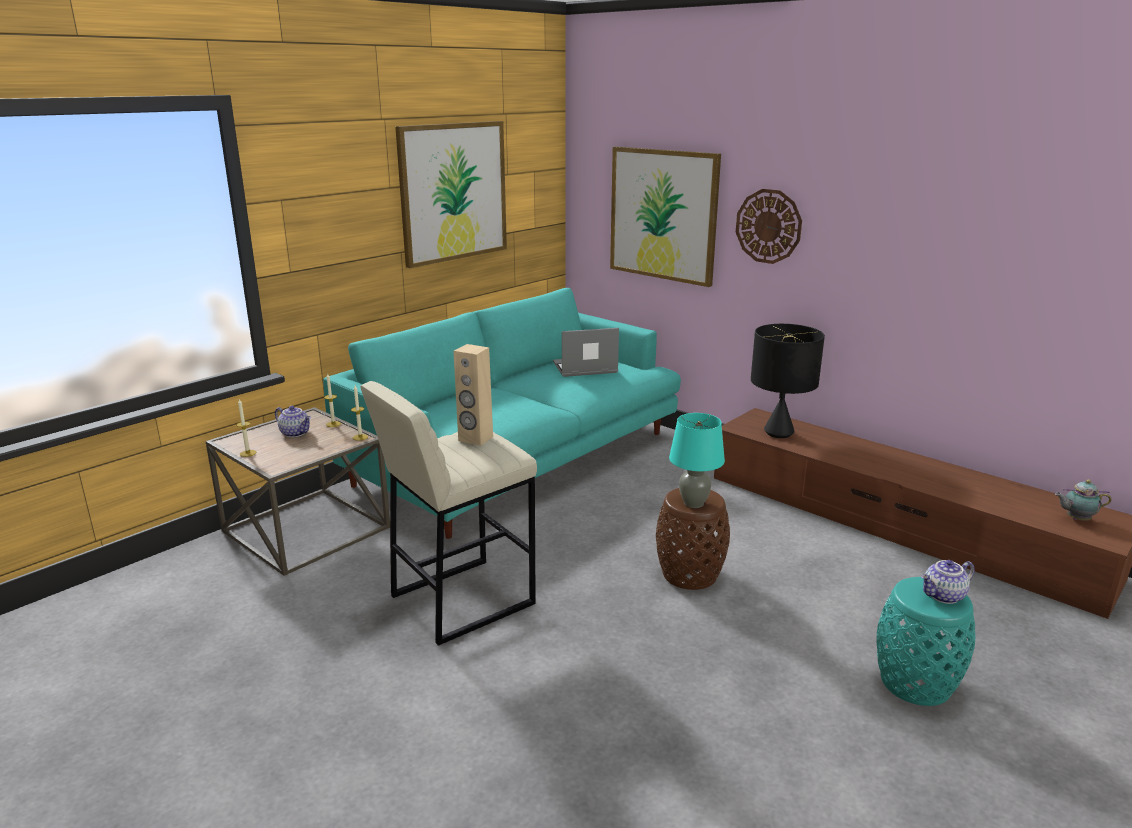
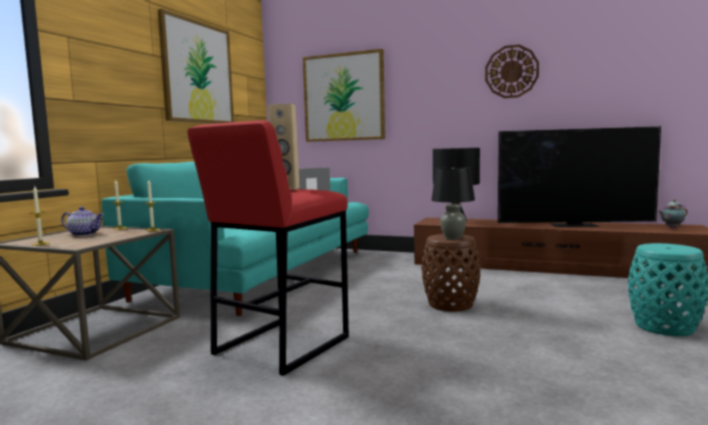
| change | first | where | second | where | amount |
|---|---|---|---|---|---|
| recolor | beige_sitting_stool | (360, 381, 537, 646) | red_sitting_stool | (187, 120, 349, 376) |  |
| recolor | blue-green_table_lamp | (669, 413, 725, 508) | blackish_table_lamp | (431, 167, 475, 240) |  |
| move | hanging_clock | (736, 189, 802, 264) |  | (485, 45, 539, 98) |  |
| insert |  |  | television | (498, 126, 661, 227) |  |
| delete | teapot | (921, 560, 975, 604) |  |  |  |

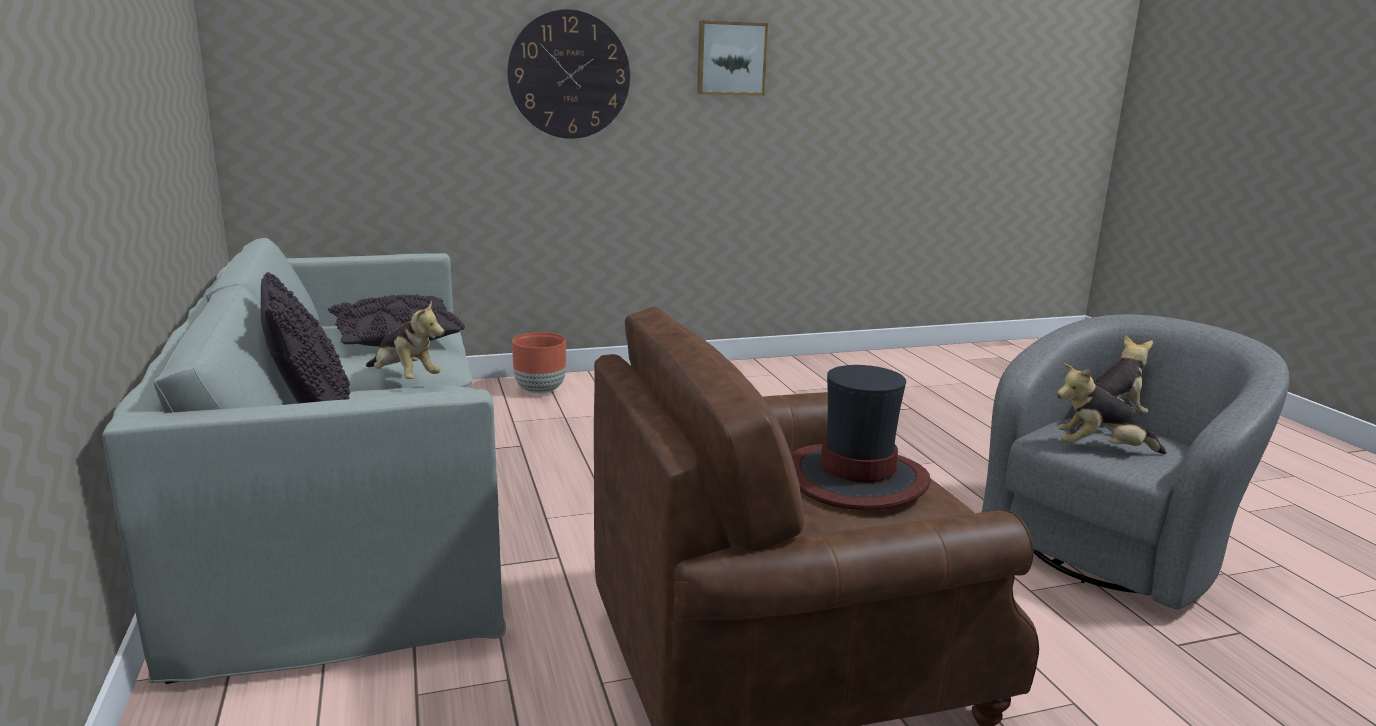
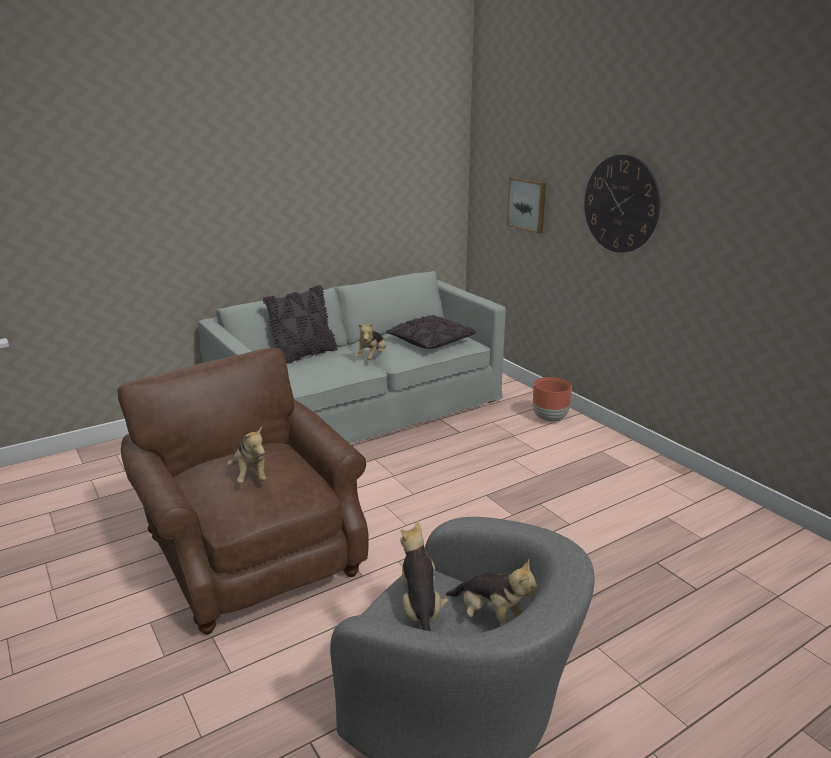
| change | first | where | second | where | amount |
|---|---|---|---|---|---|
| replace | hat | (791, 365, 931, 510) | cuddly_toy | (228, 426, 267, 483) |  |
| move | picture | (697, 20, 768, 96) |  | (507, 177, 546, 234) |  |

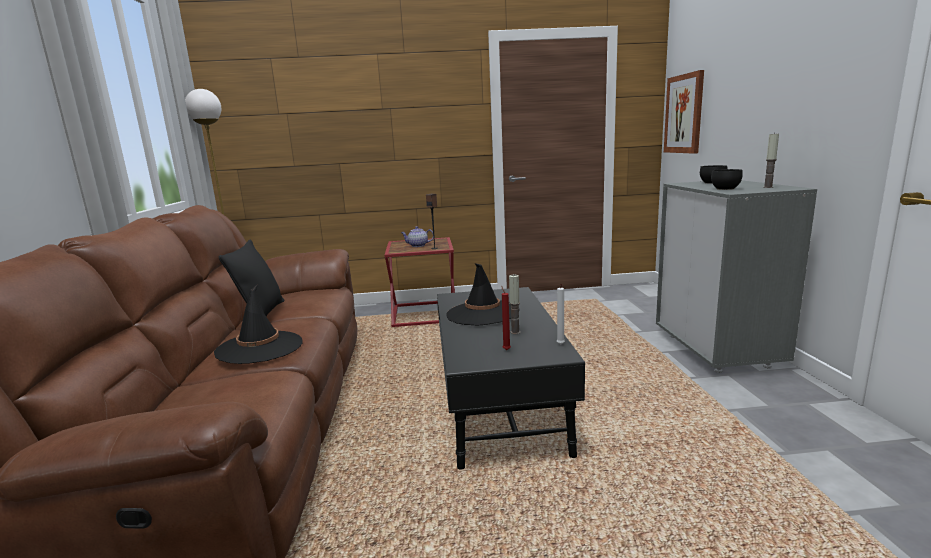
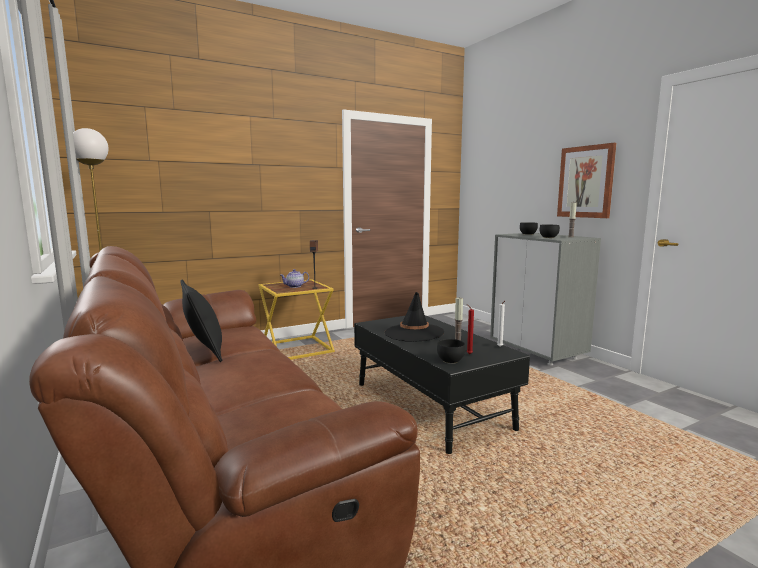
| change | first | where | second | where | amount |
|---|---|---|---|---|---|
| recolor | red_accent_table | (384, 237, 455, 327) | yellowish_accent_table | (259, 279, 335, 360) |  |
| insert |  |  | blackish_deep_dish | (437, 339, 465, 364) |  |
| move | picture | (664, 70, 704, 154) |  | (557, 143, 616, 218) |  |
| delete | blackish_hat | (214, 284, 303, 364) |  |  |  |

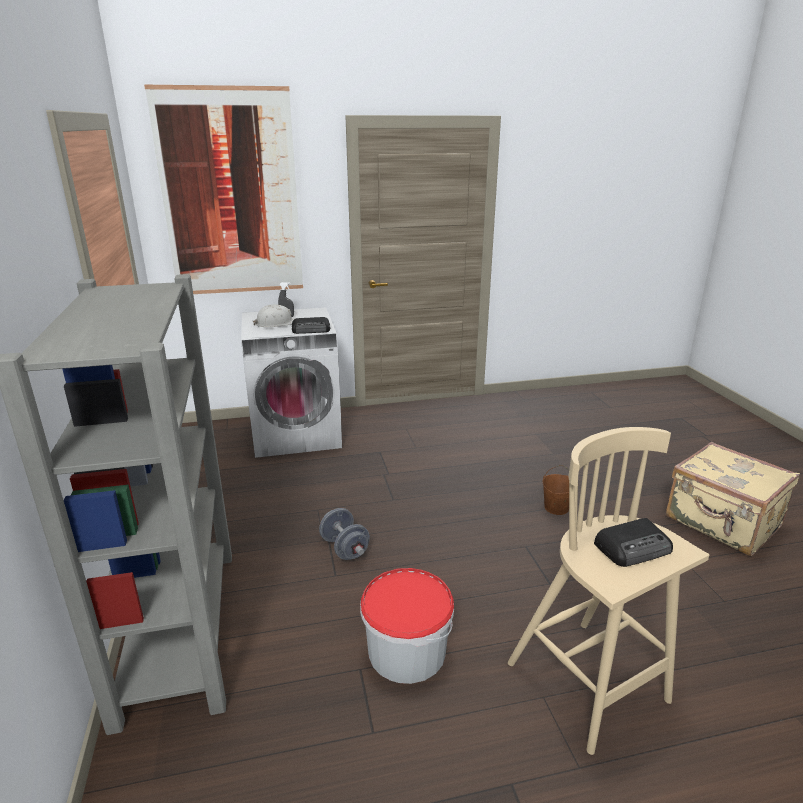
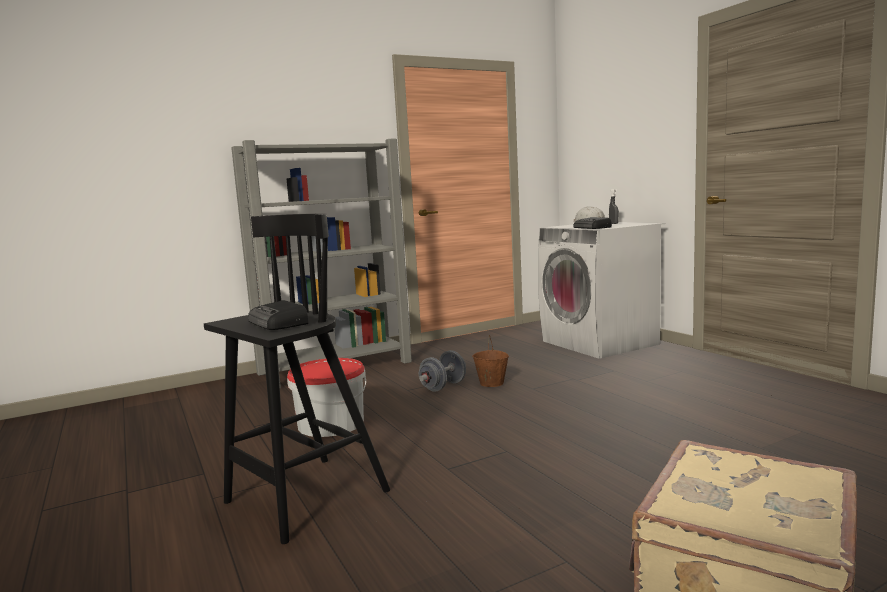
| change | first | where | second | where | amount |
|---|---|---|---|---|---|
| recolor | beige_sitting_stool | (508, 427, 709, 755) | blackish_sitting_stool | (204, 213, 390, 544) |  |
| move | brown-coloured_pail | (542, 465, 569, 515) |  | (472, 335, 509, 387) |  |
| delete | picture | (144, 85, 303, 294) |  |  |  |

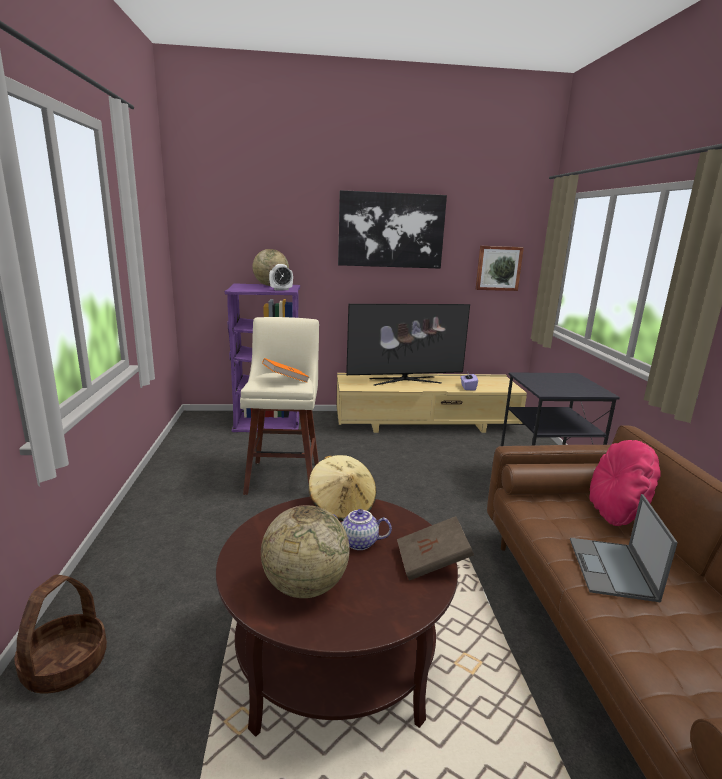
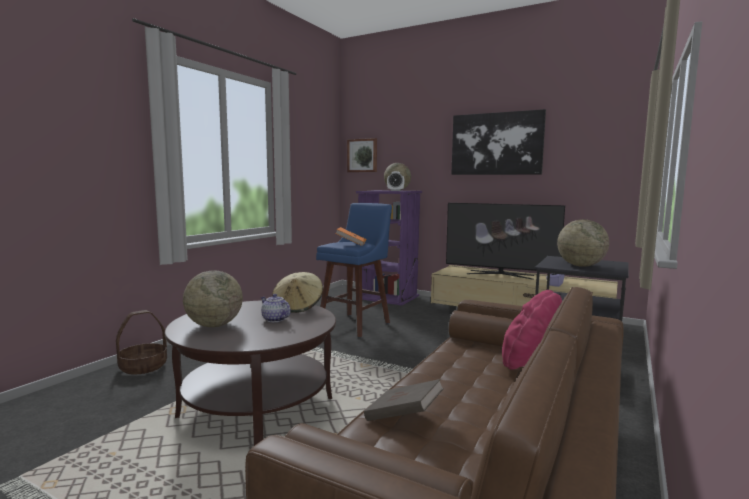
| change | first | where | second | where | amount |
|---|---|---|---|---|---|
| recolor | beige_sitting_stool | (240, 317, 319, 495) | blue_sitting_stool | (316, 203, 392, 338) |  |
| move | picture | (476, 246, 524, 291) |  | (347, 138, 377, 172) |  |
| move | brown-coloured_volume | (397, 516, 474, 581) |  | (364, 379, 444, 421) |  |
| insert |  |  | desk_globe | (557, 219, 609, 267) |  |
| delete | notebook_computer | (570, 494, 678, 603) |  |  |  |

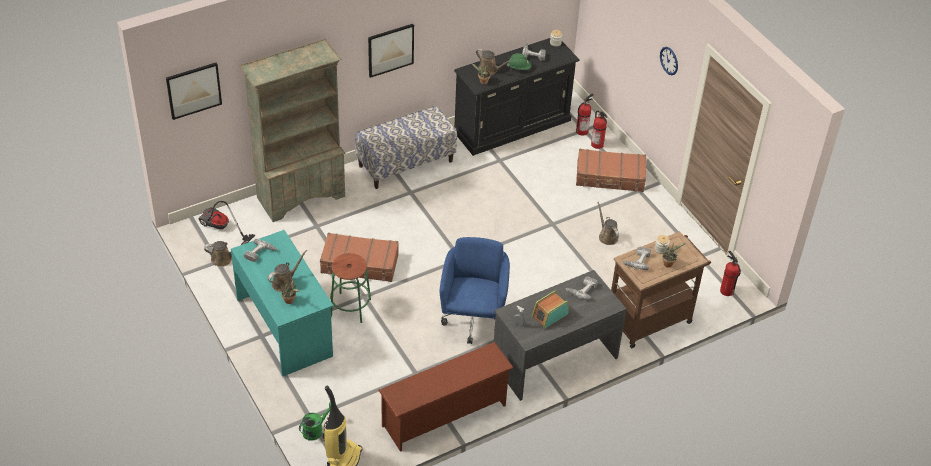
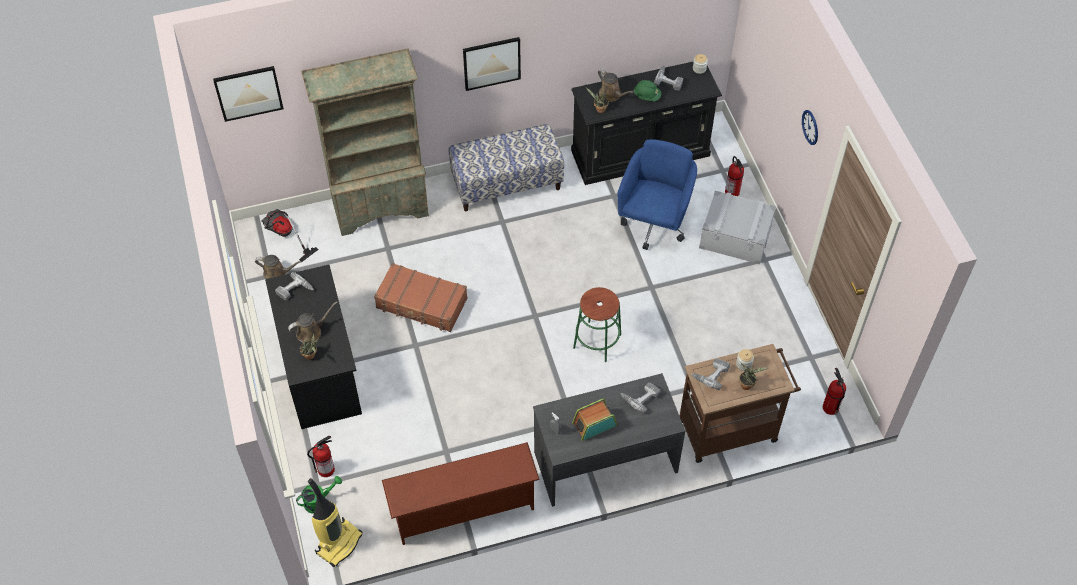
| change | first | where | second | where | amount |
|---|---|---|---|---|---|
| recolor | blue-green_desk_unit | (231, 230, 334, 377) | blackish_desk_unit | (265, 264, 362, 429) |  |
| move | fire_extinguisher | (576, 94, 594, 136) |  | (307, 436, 335, 477) |  |
| move | greenish_sitting_stool | (330, 253, 371, 323) |  | (573, 287, 621, 362) |  |
| move | blue_computer_chair | (439, 237, 510, 344) |  | (617, 139, 697, 250) |  |
| replace | brown-coloured_suitcase | (576, 148, 646, 192) | greyish_storage_bin | (699, 191, 776, 264) |  |
| delete | brown-coloured_watering_can | (597, 202, 619, 245) |  |  |  |

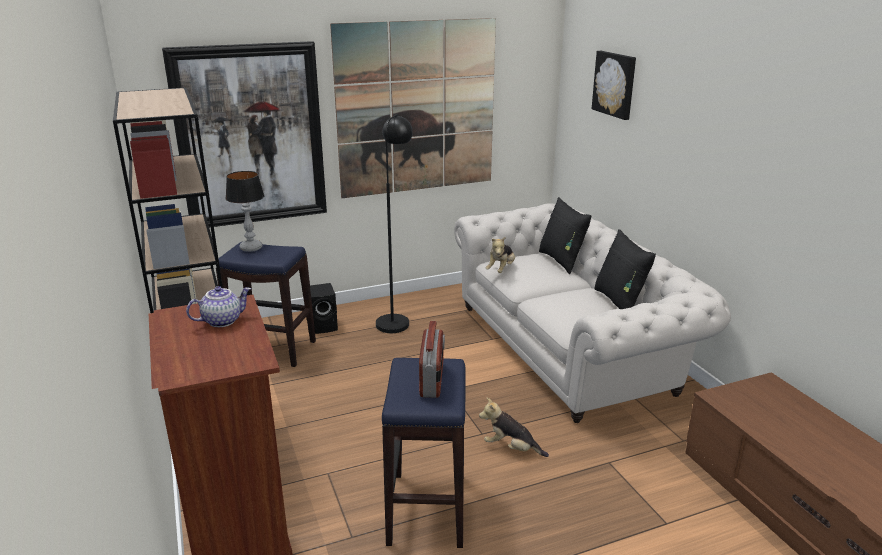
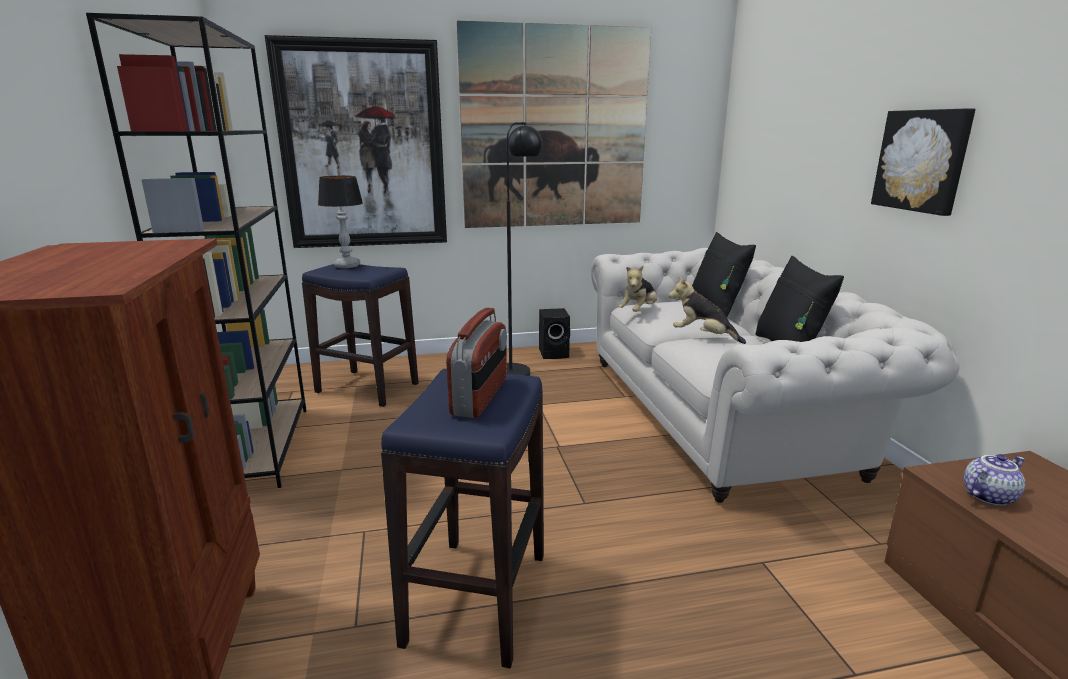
| change | first | where | second | where | amount |
|---|---|---|---|---|---|
| move | blackish_audio_speaker | (310, 283, 338, 334) |  | (539, 308, 570, 359) |  |
| move | cuddly_toy | (479, 398, 549, 457) |  | (669, 276, 746, 344) |  |
| move | picture | (592, 51, 636, 120) |  | (871, 108, 976, 216) |  |
| move | teapot | (186, 286, 251, 327) |  | (964, 454, 1025, 506) |  |

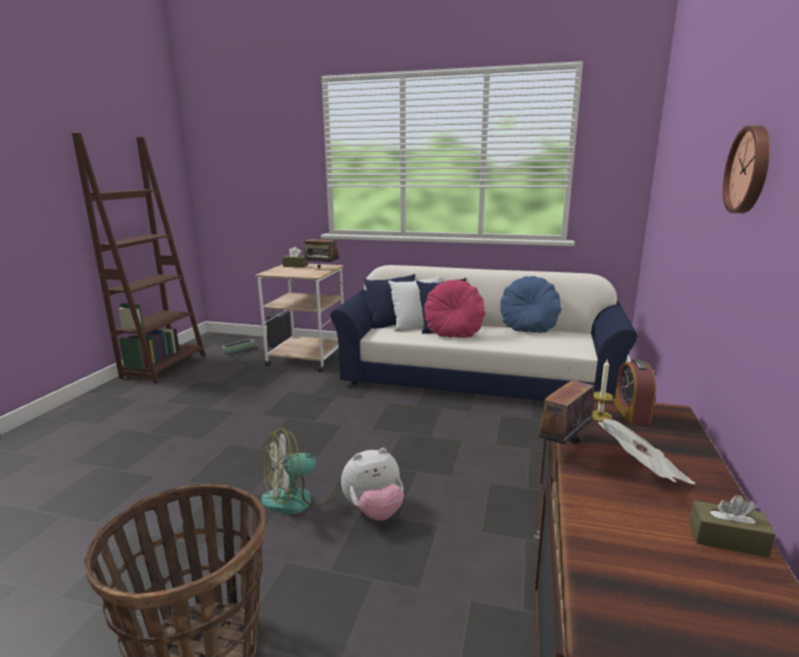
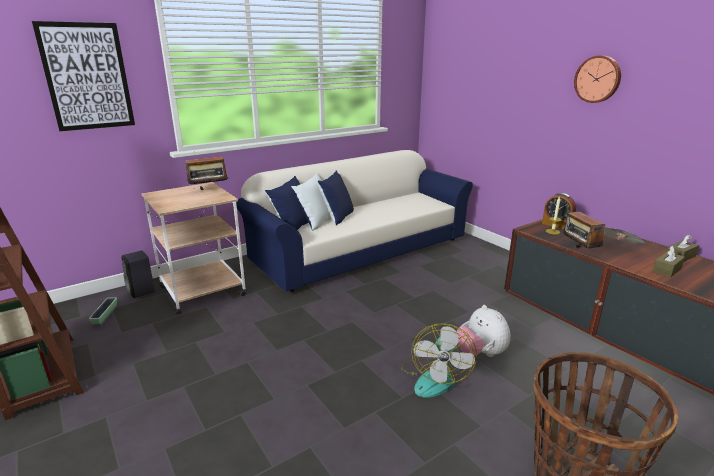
| change | first | where | second | where | amount |
|---|---|---|---|---|---|
| insert |  |  | picture | (32, 21, 135, 131) |  |
| rotate | cuddly_toy | (341, 448, 404, 521) |  | (456, 305, 511, 357) | 135 degrees clockwise |
| move | brown-coloured_box_of_tissues | (282, 247, 308, 267) |  | (652, 246, 685, 278) |  |
| delete | pink-coloured_cushion | (424, 280, 486, 337) |  |  |  |
| delete | blue_cushion | (500, 276, 562, 333) |  |  |  |

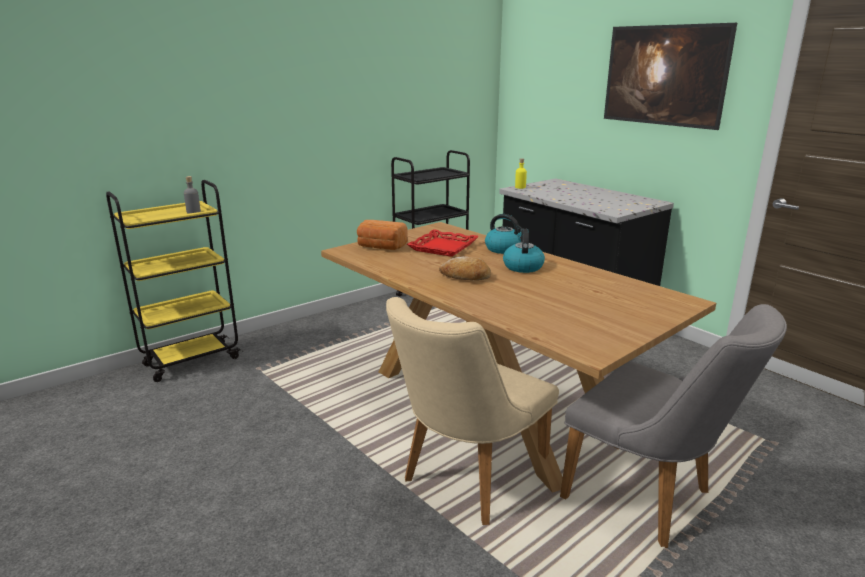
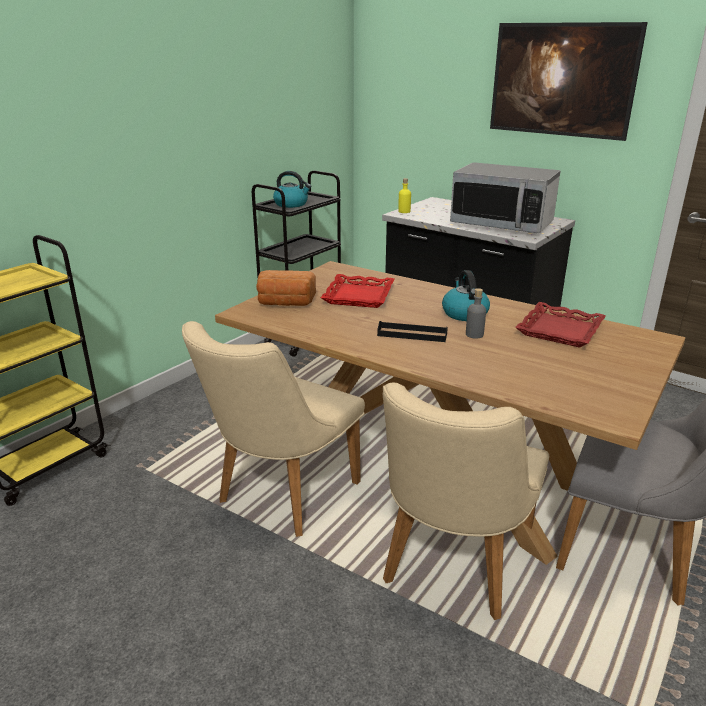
| change | first | where | second | where | amount |
|---|---|---|---|---|---|
| insert |  |  | beige_chair | (182, 321, 365, 537) |  |
| move | kettle | (485, 214, 523, 254) |  | (273, 171, 311, 208) |  |
| replace | bread | (439, 256, 491, 281) | blackish_carrying_tray | (377, 321, 448, 342) |  |
| insert |  |  | kitchen_microwave | (450, 162, 561, 233) |  |
| move | greyish_bottle | (184, 176, 201, 214) |  | (466, 288, 486, 339) |  |
| insert |  |  | red_carrying_tray | (515, 302, 606, 348) |  |

